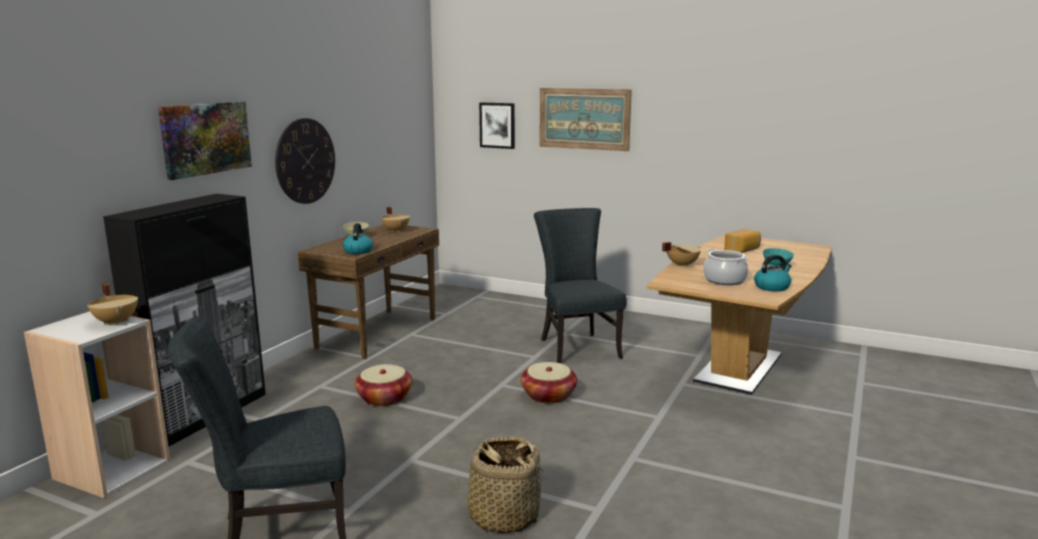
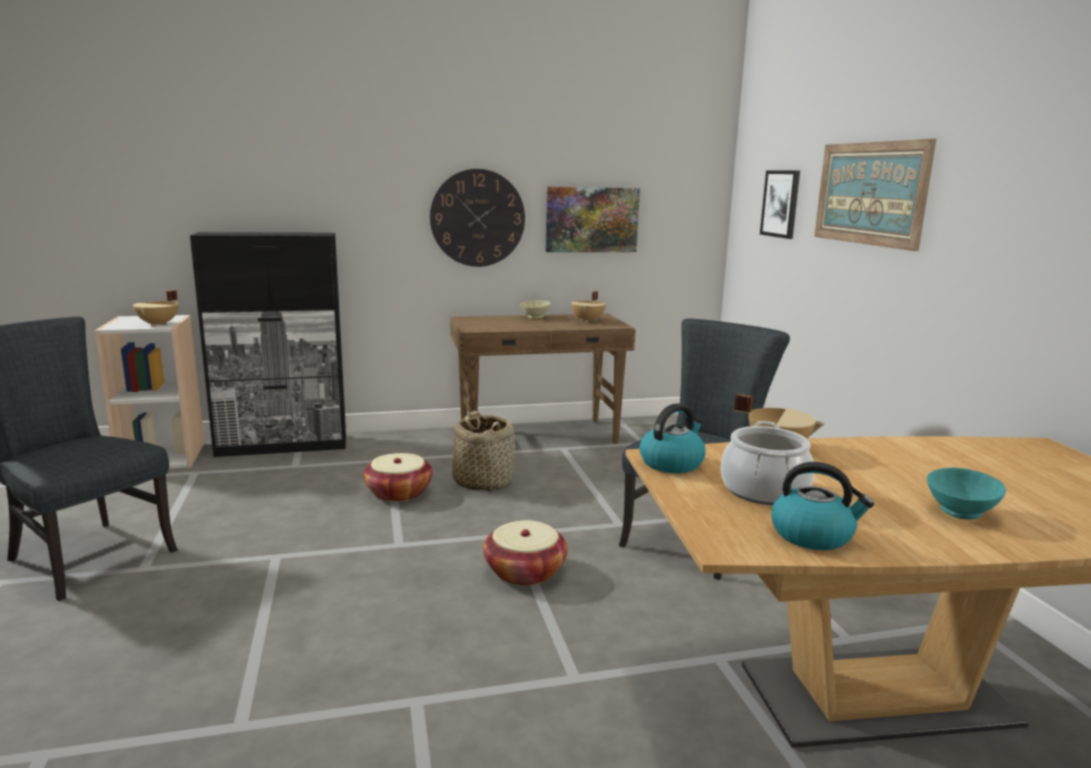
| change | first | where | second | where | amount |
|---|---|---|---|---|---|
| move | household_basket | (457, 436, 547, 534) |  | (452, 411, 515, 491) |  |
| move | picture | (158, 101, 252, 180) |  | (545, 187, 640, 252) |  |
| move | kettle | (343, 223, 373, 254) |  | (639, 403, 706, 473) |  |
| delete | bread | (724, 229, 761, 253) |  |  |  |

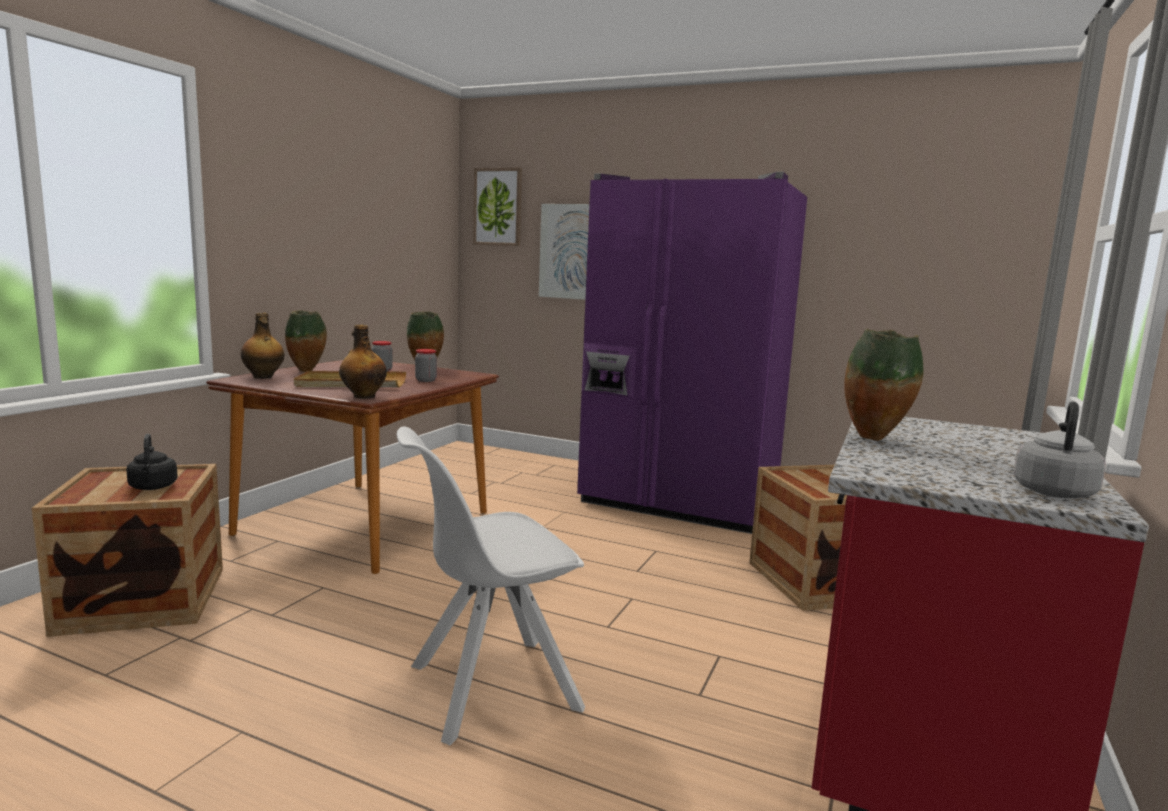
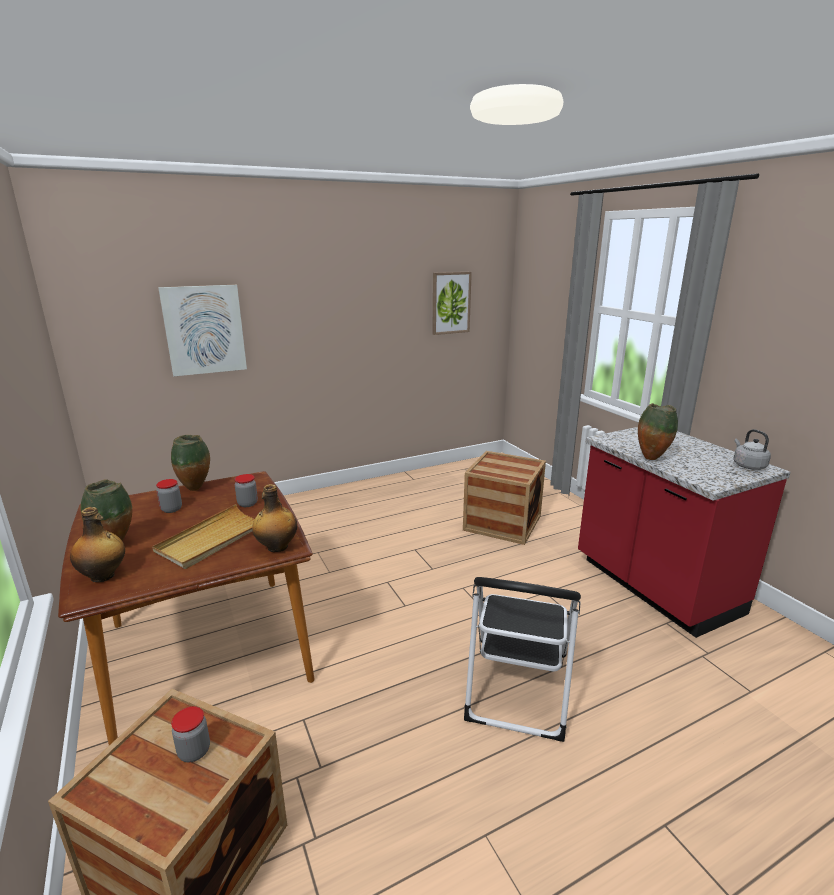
| change | first | where | second | where | amount |
|---|---|---|---|---|---|
| replace | blackish_kettle | (126, 434, 178, 490) | jar | (171, 706, 210, 762) |  |
| move | picture | (473, 168, 522, 246) |  | (432, 272, 472, 335) |  |
| replace | white_chair | (397, 426, 585, 745) | step_ladder | (464, 577, 581, 742) |  |
| delete | purplish_fridge | (577, 172, 807, 534) |  |  |  |

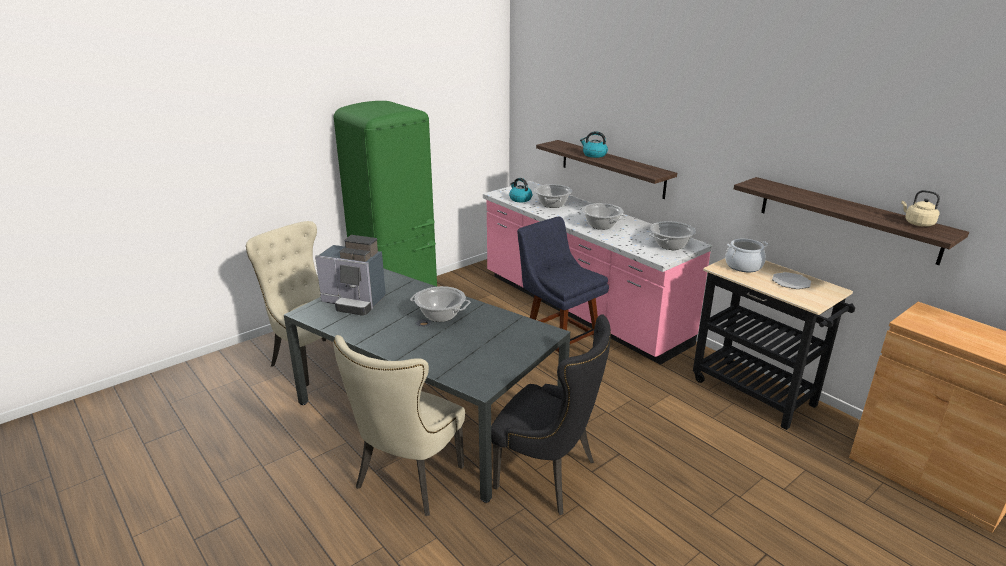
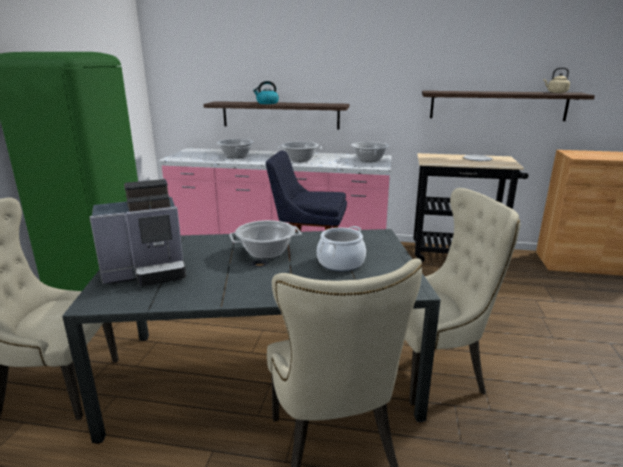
| change | first | where | second | where | amount |
|---|---|---|---|---|---|
| move | stockpot | (725, 239, 768, 272) |  | (317, 226, 366, 271) |  |
| recolor | blackish_chair | (491, 314, 611, 515) | beige_chair | (405, 188, 521, 405) |  |
| delete | kettle | (509, 178, 532, 202) |  |  |  |

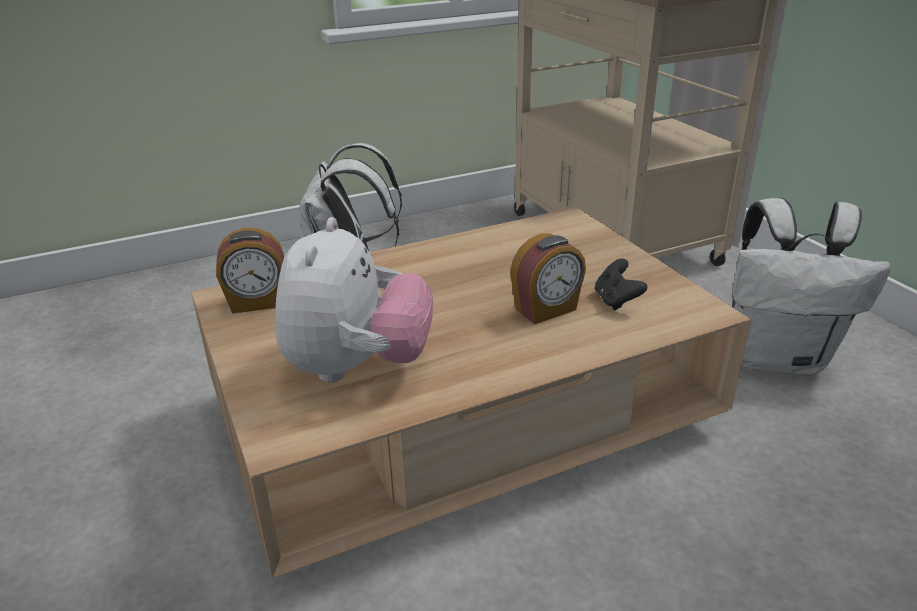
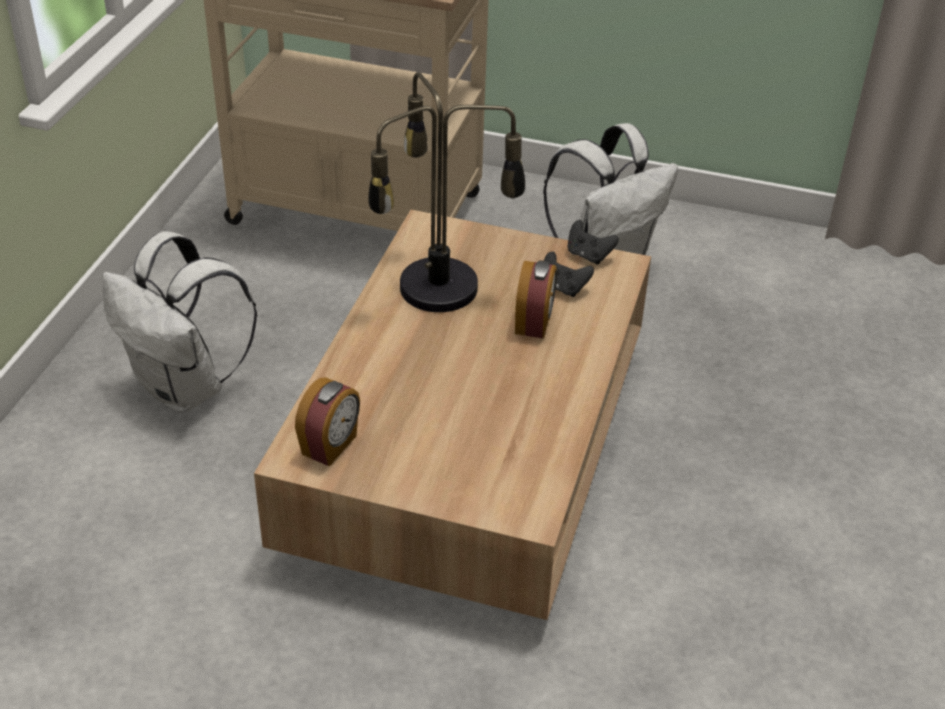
| change | first | where | second | where | amount |
|---|---|---|---|---|---|
| insert |  |  | table_lamp | (368, 72, 525, 312) |  |
| insert |  |  | blackish_joypad | (568, 220, 619, 265) |  |
| delete | cuddly_toy | (275, 217, 433, 383) |  |  |  |

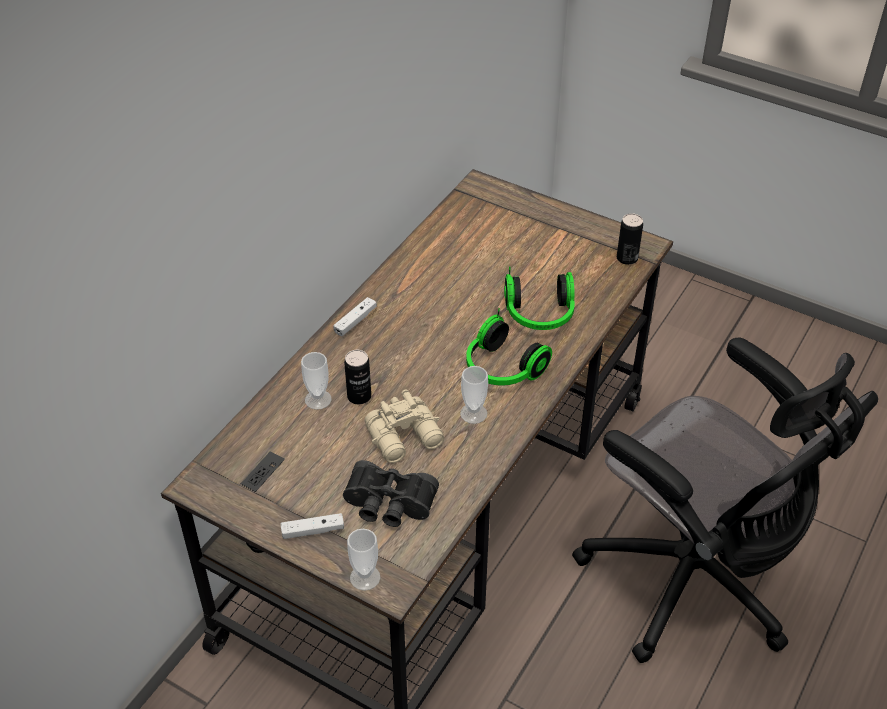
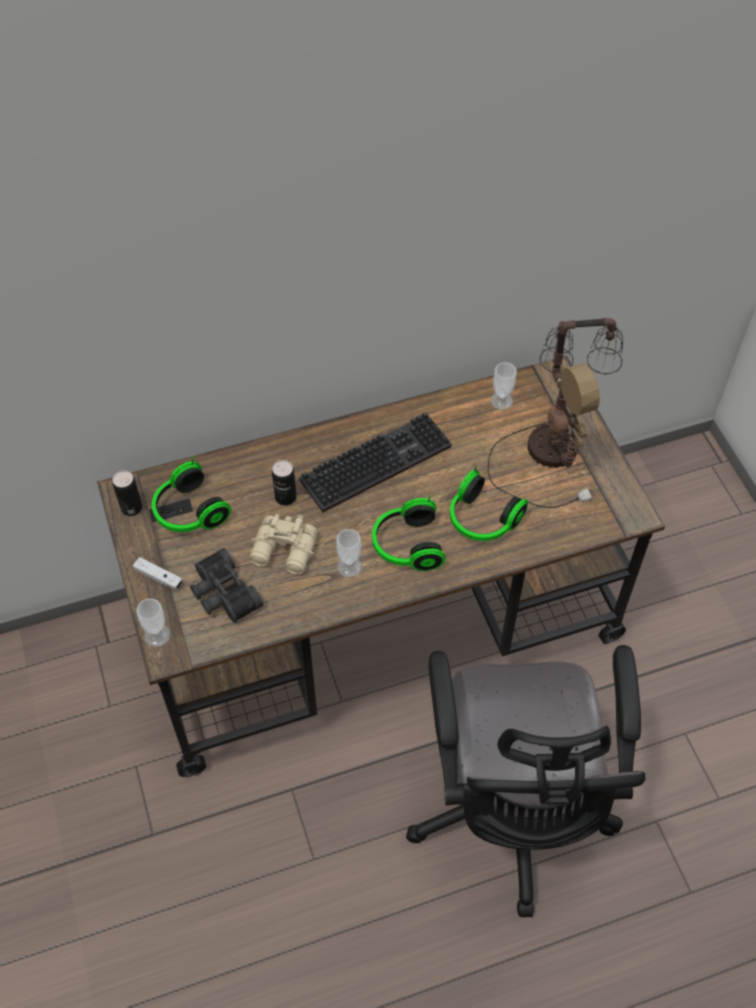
| change | first | where | second | where | amount |
|---|---|---|---|---|---|
| move | sealed_can | (617, 213, 643, 265) |  | (112, 470, 142, 516) |  |
| insert |  |  | pair_of_headphones | (152, 457, 231, 532) |  |
| insert |  |  | computer_keyboard | (299, 412, 452, 512) |  |
| insert |  |  | table_lamp | (488, 318, 623, 508) |  |
| move | drinking_cup | (301, 352, 332, 410) |  | (490, 362, 517, 410) |  |
| delete | white_joypad | (333, 297, 377, 336) |  |  |  |

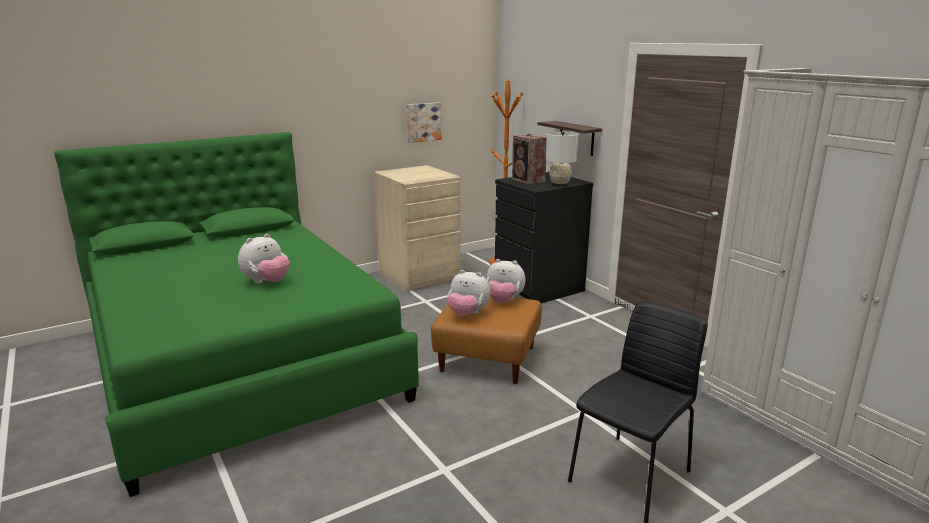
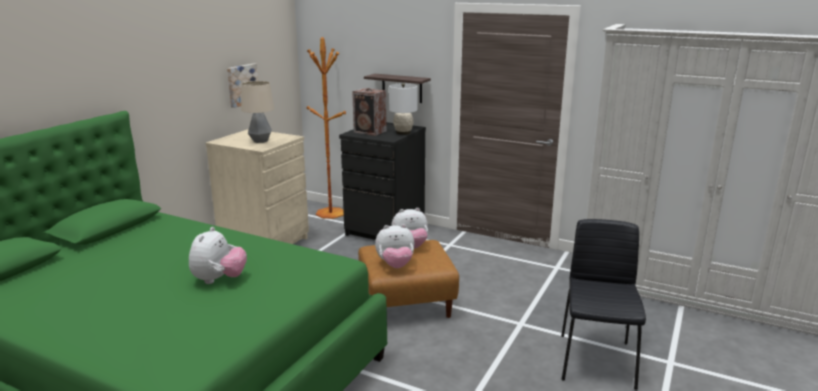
| change | first | where | second | where | amount |
|---|---|---|---|---|---|
| insert |  |  | table_lamp | (241, 81, 275, 143) |  |

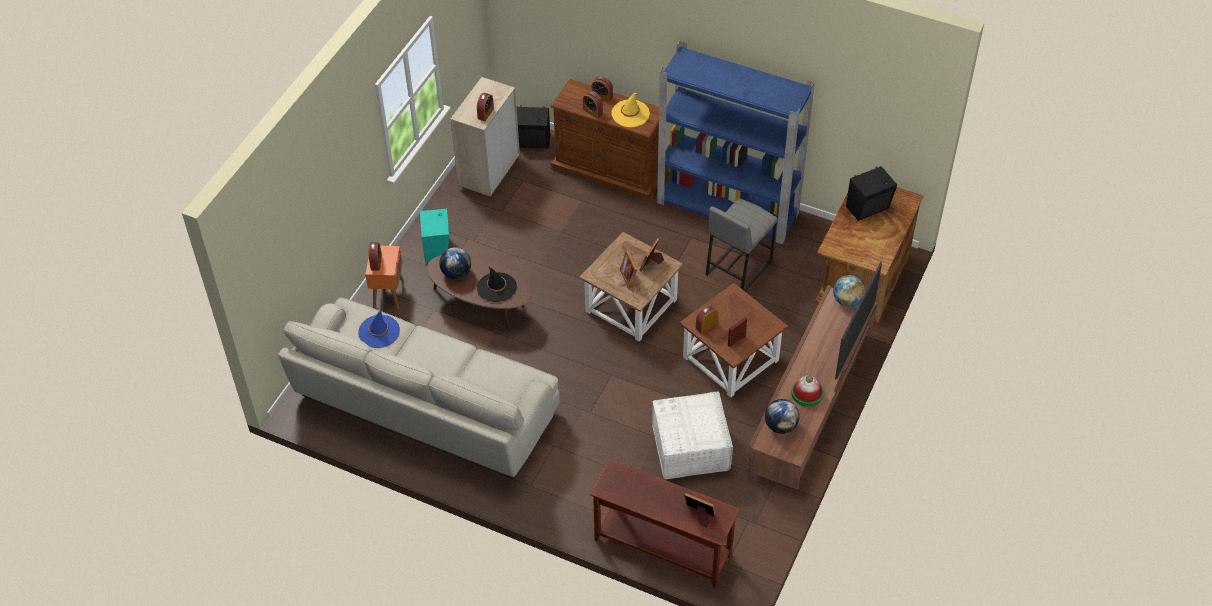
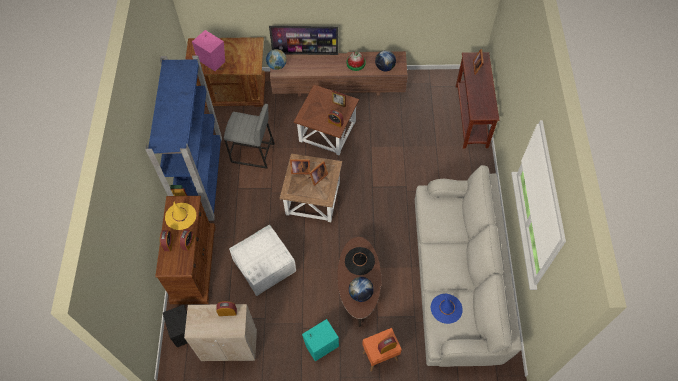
| change | first | where | second | where | amount |
|---|---|---|---|---|---|
| recolor | blackish_audio_speaker | (846, 166, 897, 221) | pink-coloured_audio_speaker | (192, 30, 225, 71) |  |
| move | white_pouffe | (652, 392, 733, 479) |  | (229, 225, 296, 296) |  |

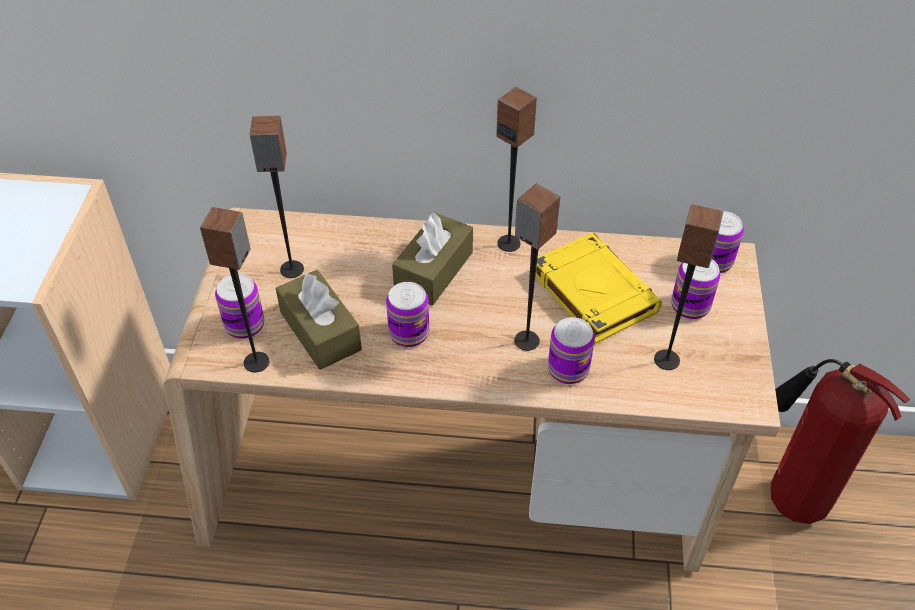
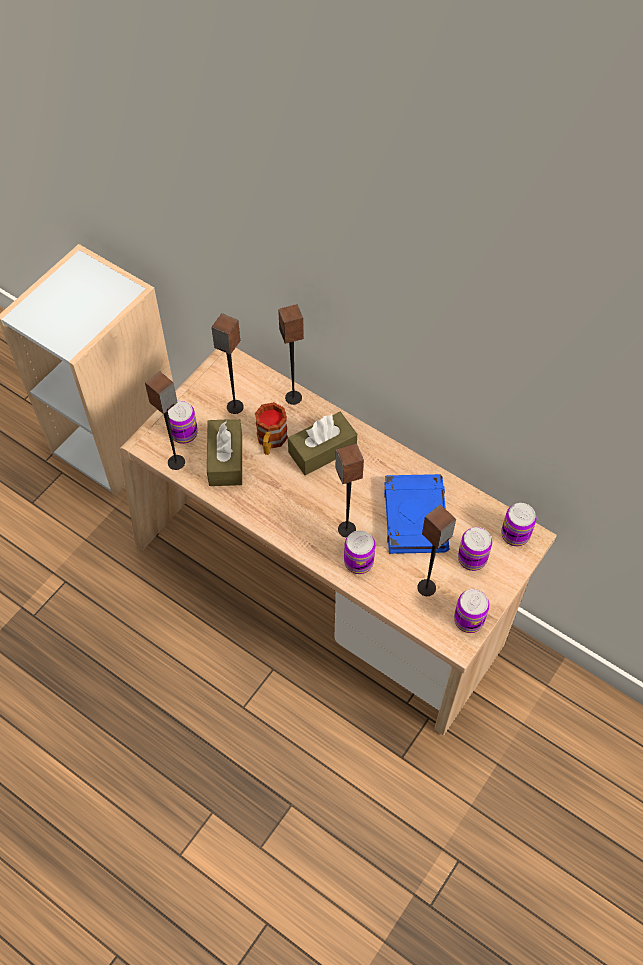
| change | first | where | second | where | amount |
|---|---|---|---|---|---|
| insert |  |  | coffee_mug | (255, 402, 288, 455) |  |
| move | audio_speaker | (496, 87, 537, 252) |  | (278, 304, 304, 405) |  |
| recolor | yellowish_volume | (535, 232, 662, 344) | blue_volume | (384, 474, 449, 554) |  |
| move | sealed_can | (386, 282, 429, 347) |  | (454, 589, 490, 633) |  |
| delete | fire_extinguisher | (771, 359, 910, 524) |  |  |  |

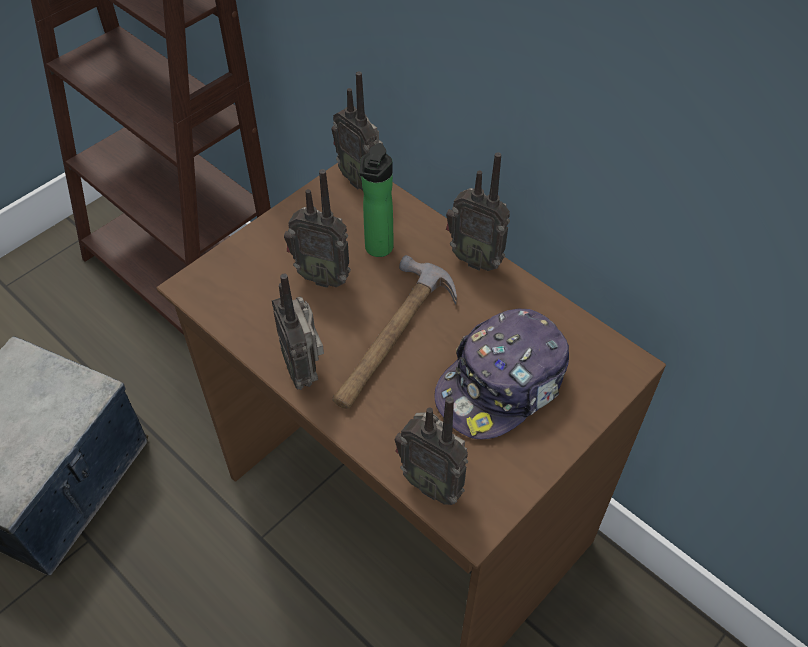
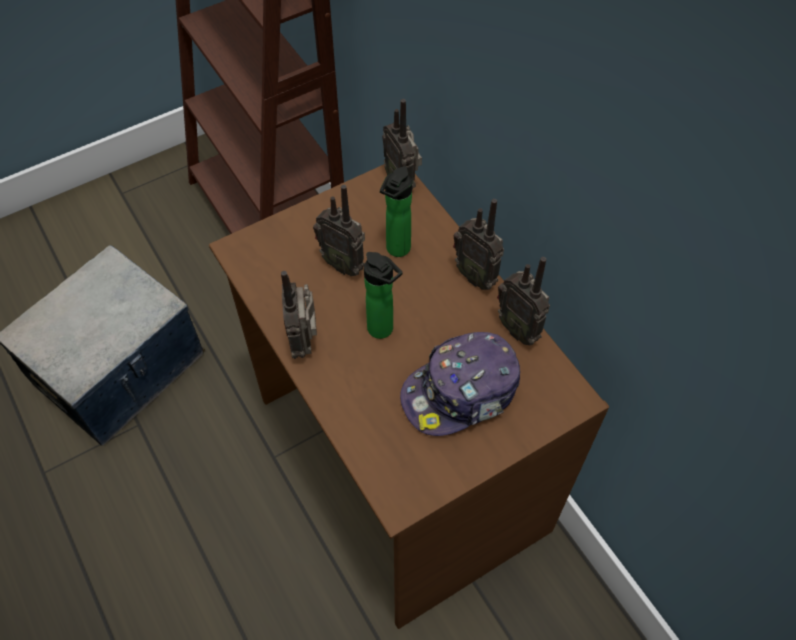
| change | first | where | second | where | amount |
|---|---|---|---|---|---|
| replace | tool_hammer | (332, 255, 457, 409) | bottle | (364, 252, 403, 339) |  |
| move | radio | (395, 396, 468, 505) |  | (497, 257, 550, 345) |  |

